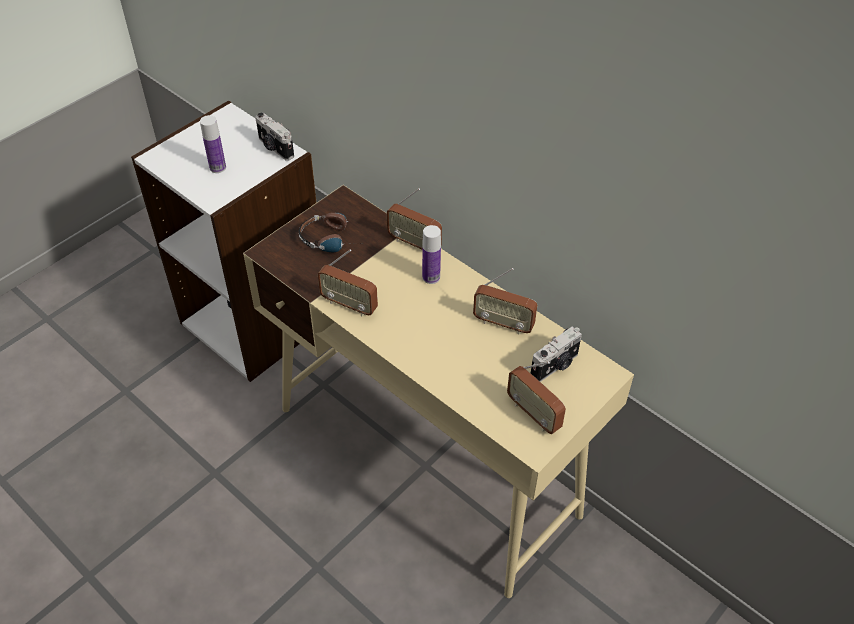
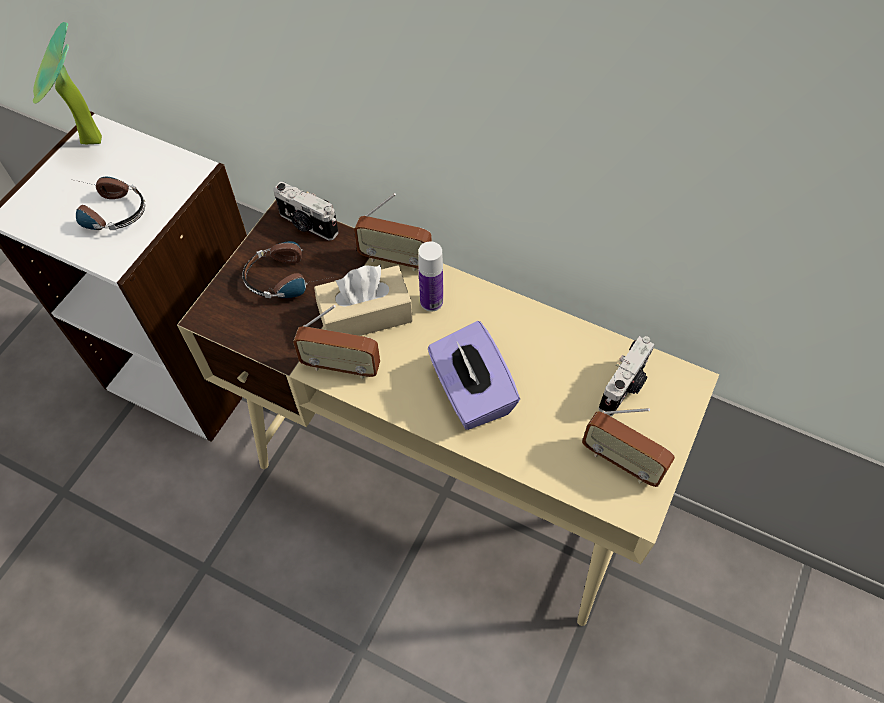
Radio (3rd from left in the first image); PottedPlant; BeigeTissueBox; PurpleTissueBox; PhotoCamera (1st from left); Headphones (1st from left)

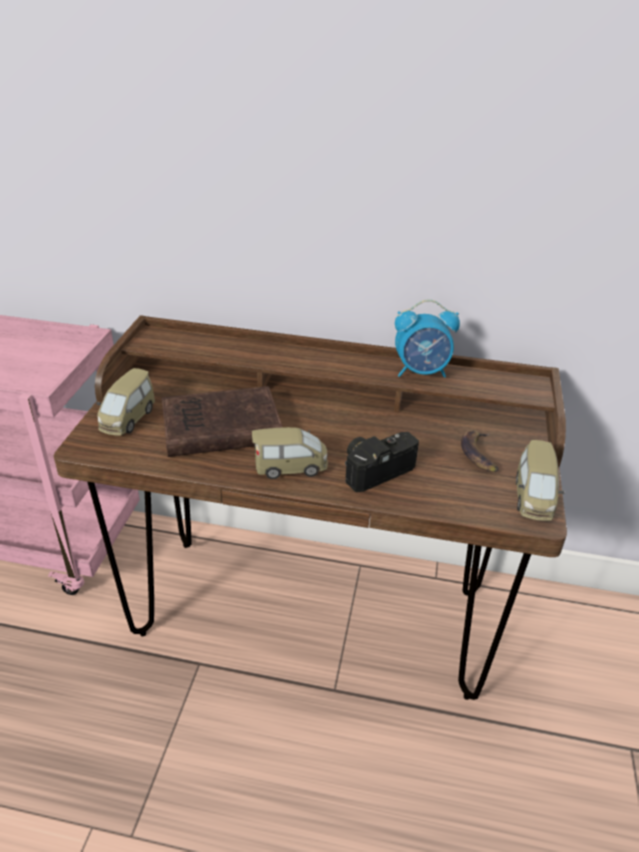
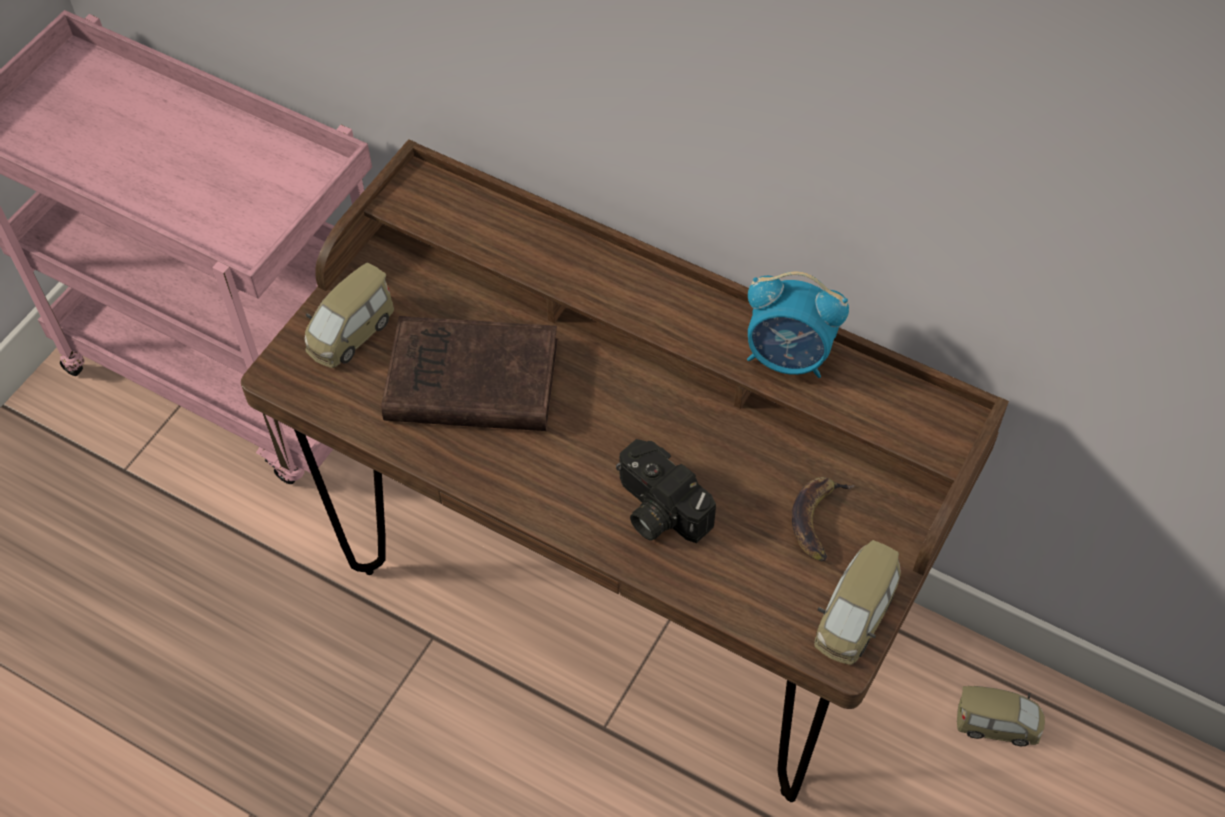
ToyCar (3rd from left); PhotoCamera

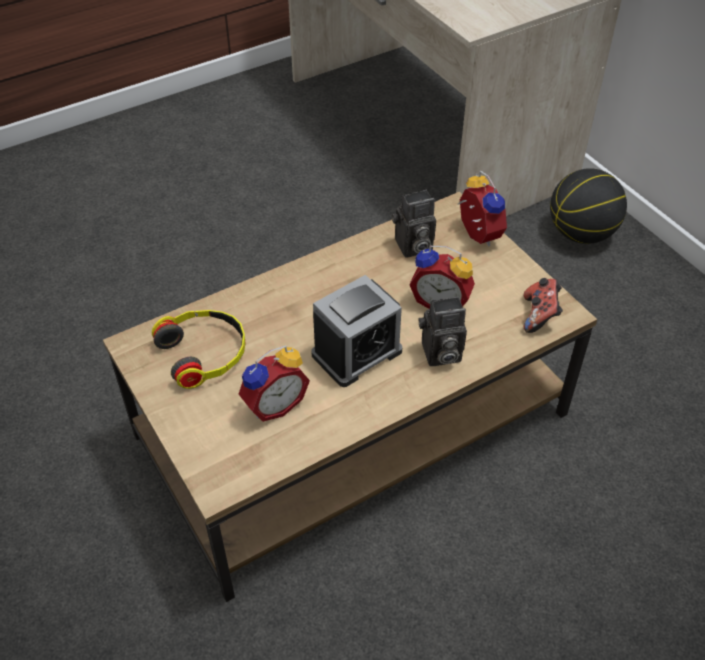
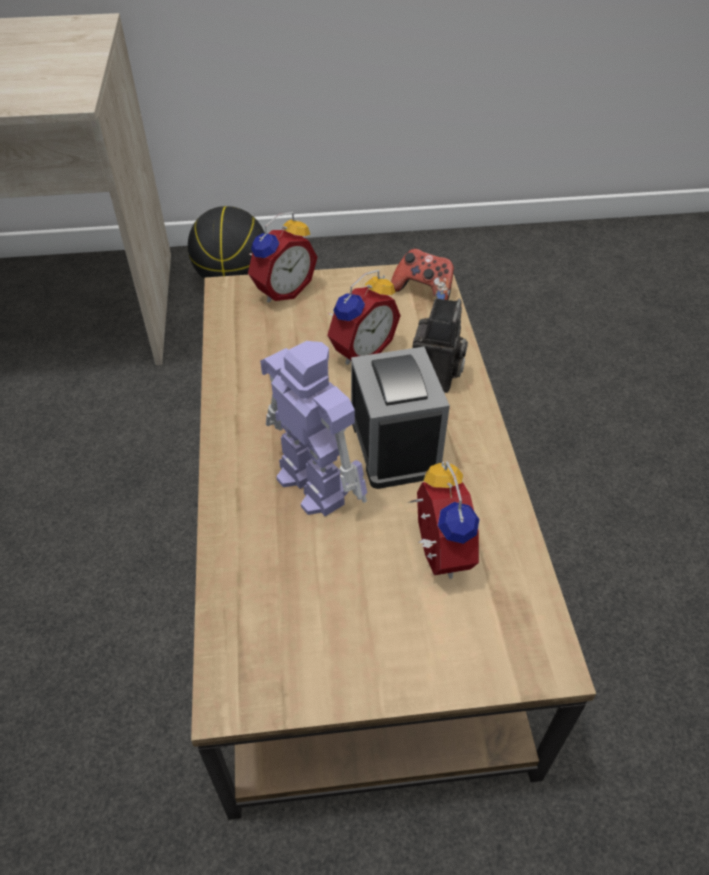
Headphones; PhotoCamera (1st from left in the first image); ToyRobot; AlarmClock (1st from left)

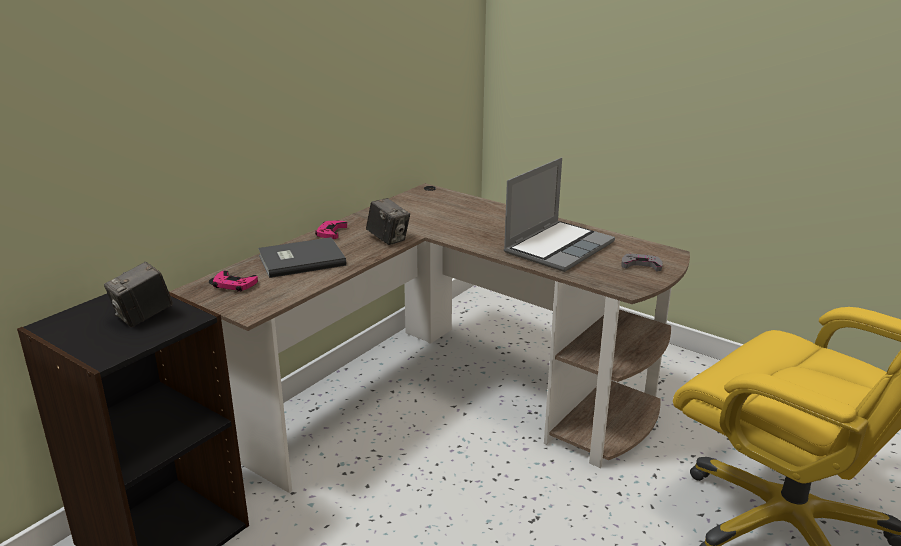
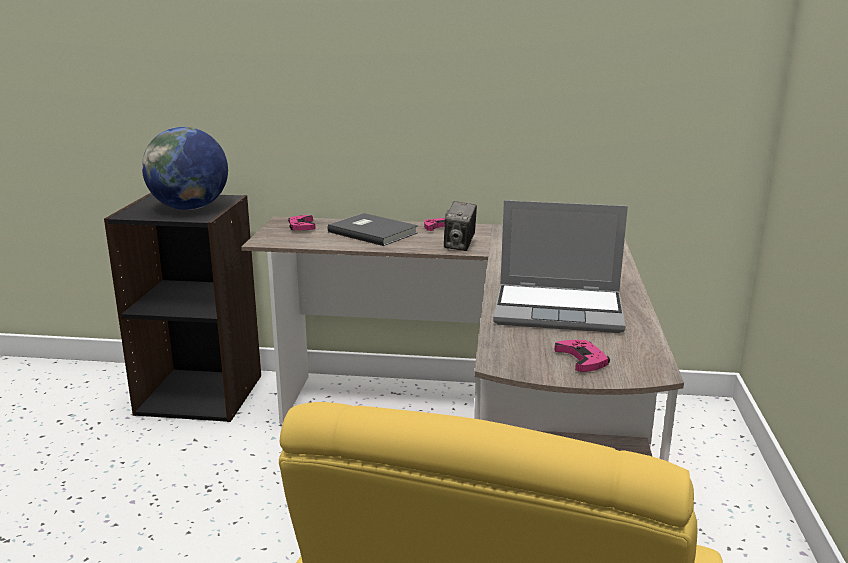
Globe; PinkGameController (3rd from left)

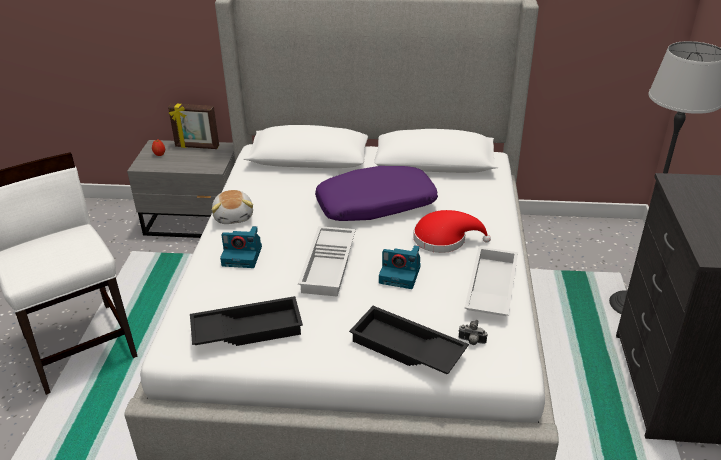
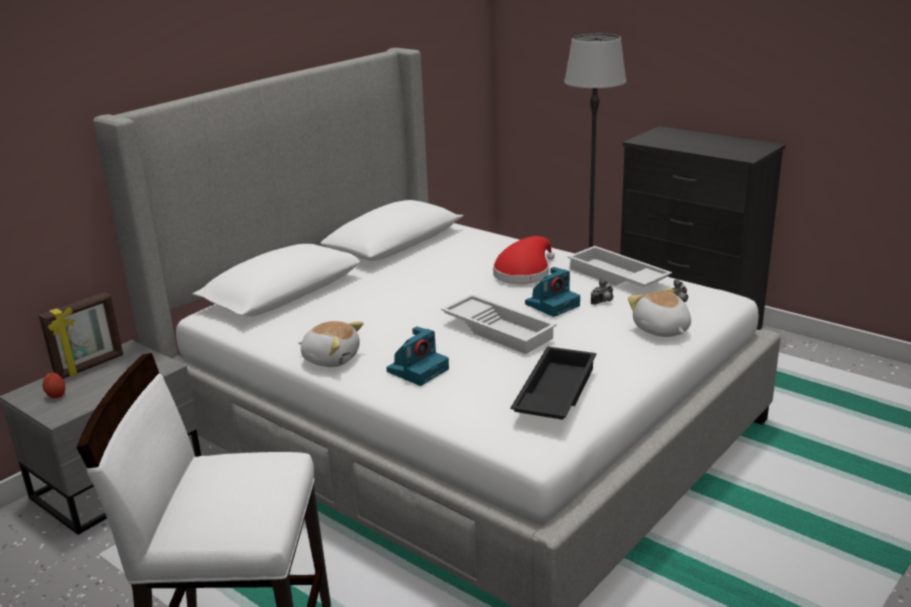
PurplePillow; PhotoCamera (3rd from left); PlushToy (2nd from left)

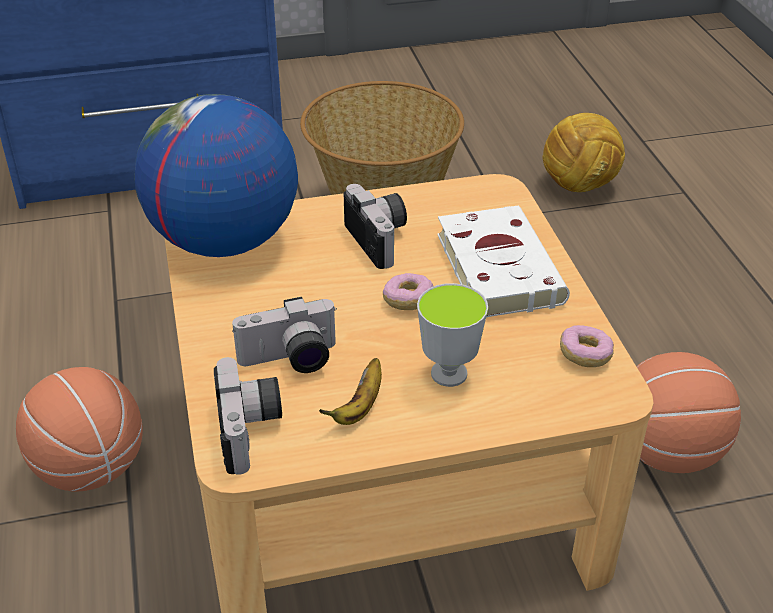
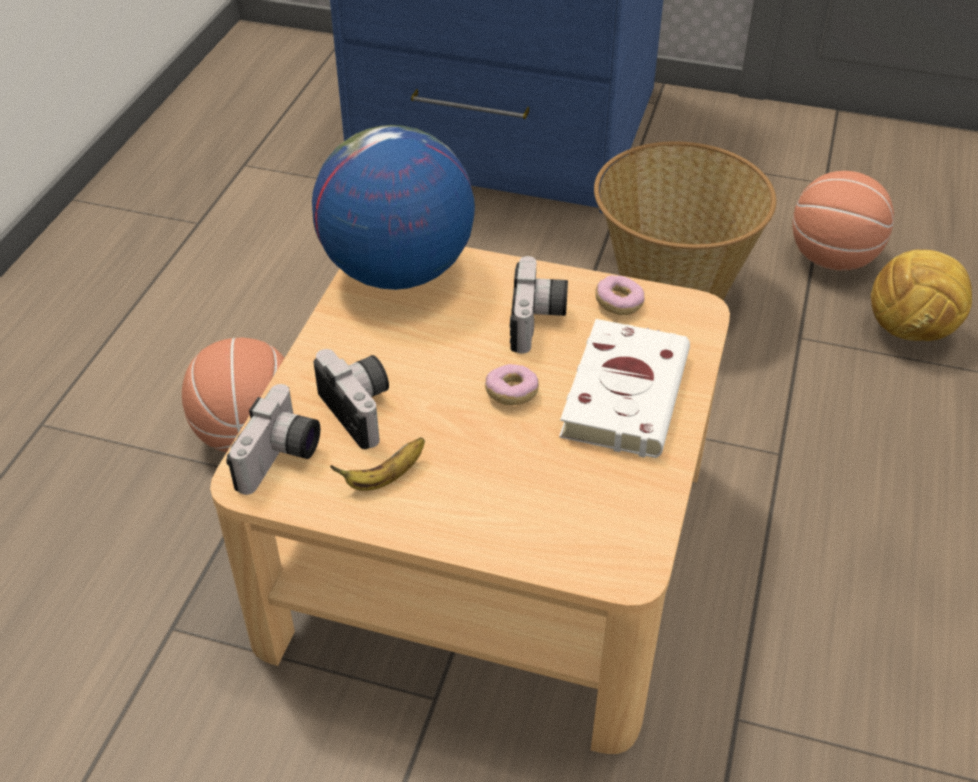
Cup; Donut (2nd from left); Basketball (2nd from left); PhotoCamera (2nd from left)

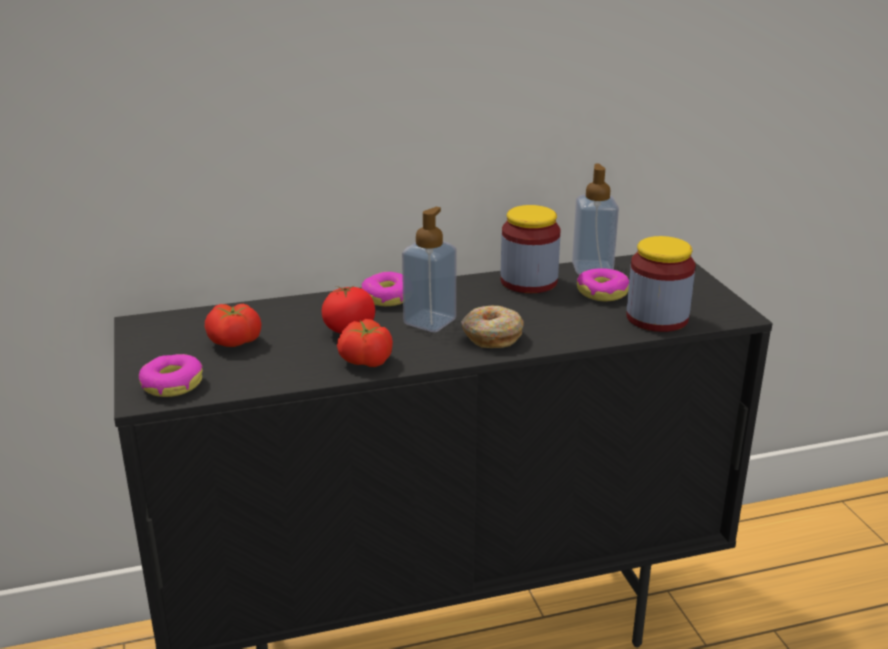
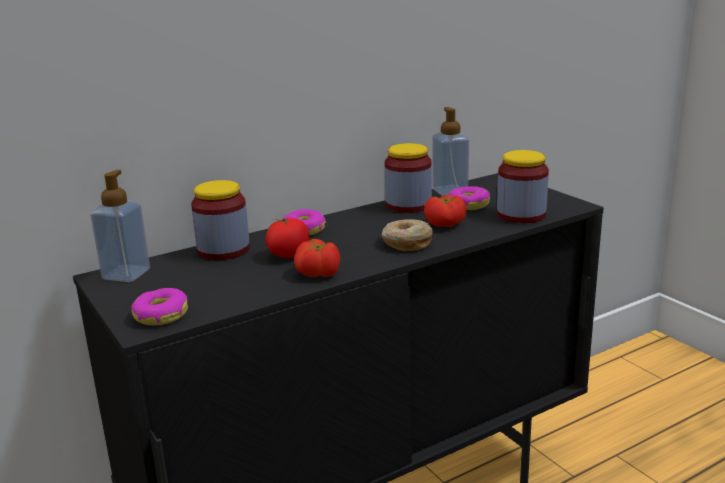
Jar (1st from left); Tomato (3rd from left); SoapDispenser (1st from left)

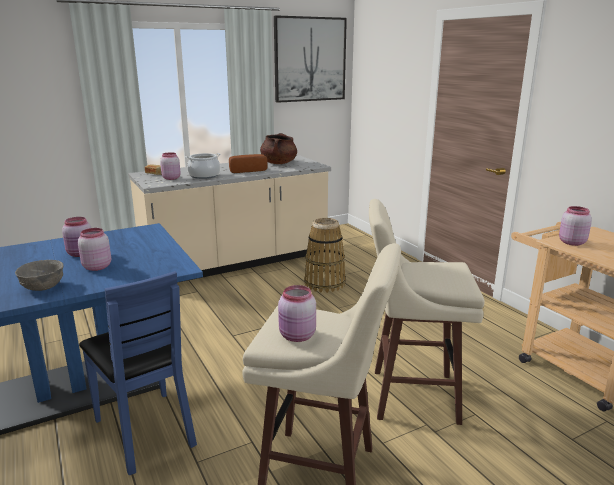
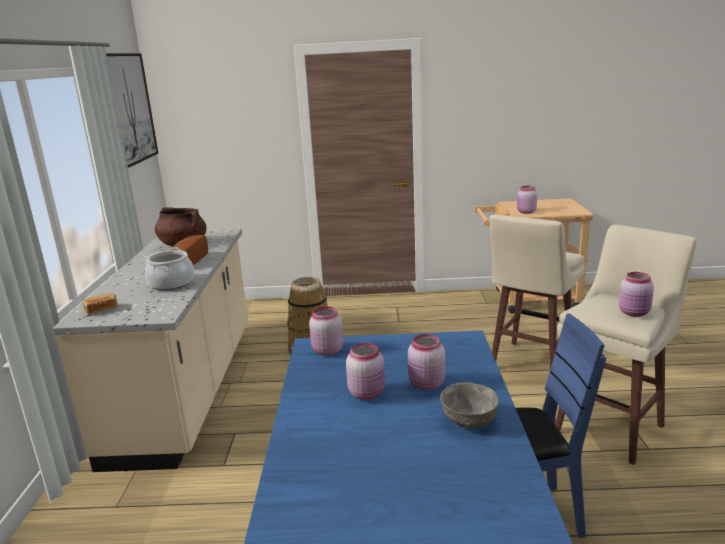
PinkJar (1st from left)

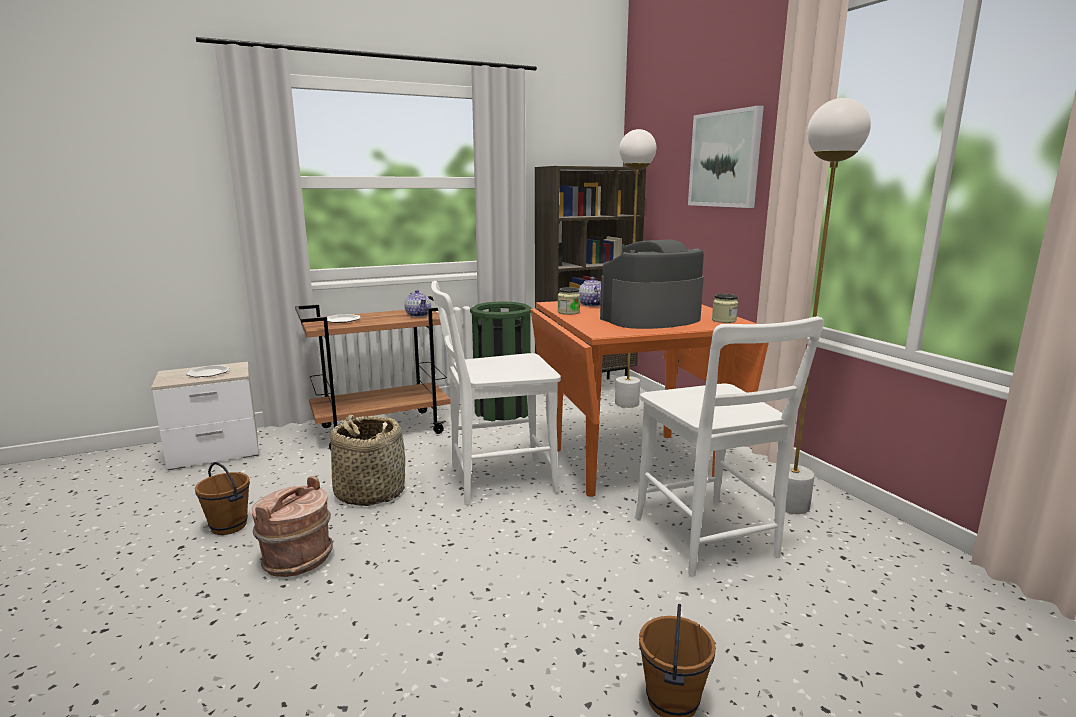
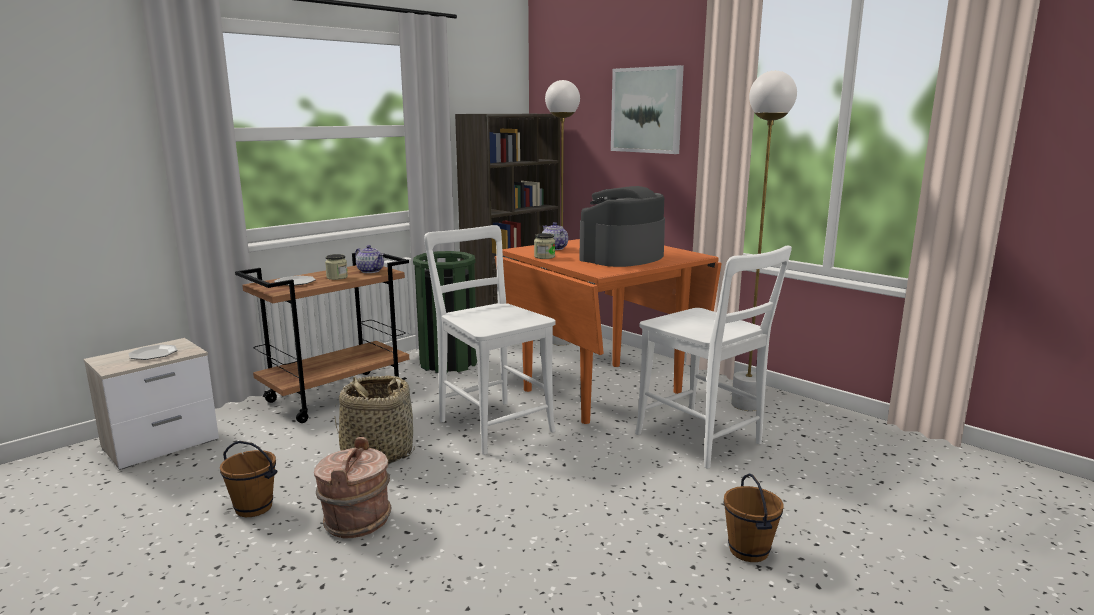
Jar (1st from left); WhiteChair (1st from left)

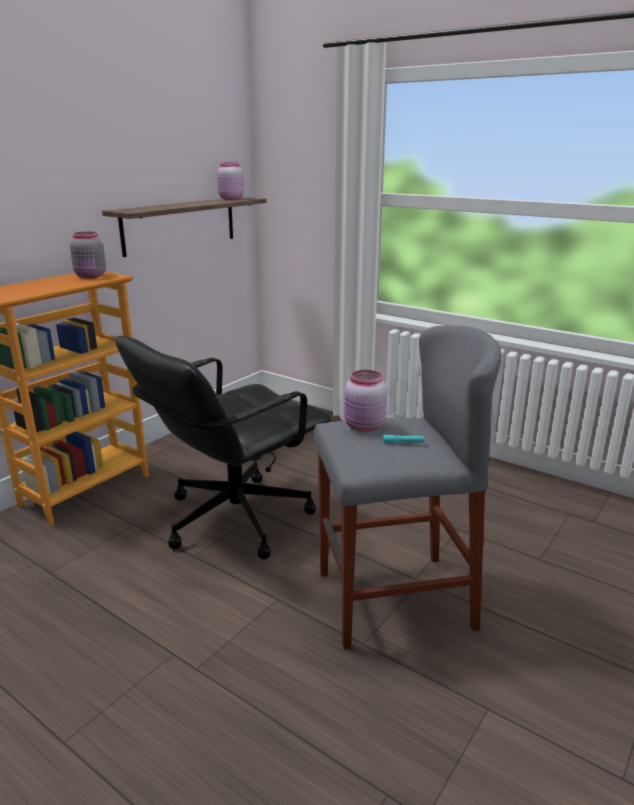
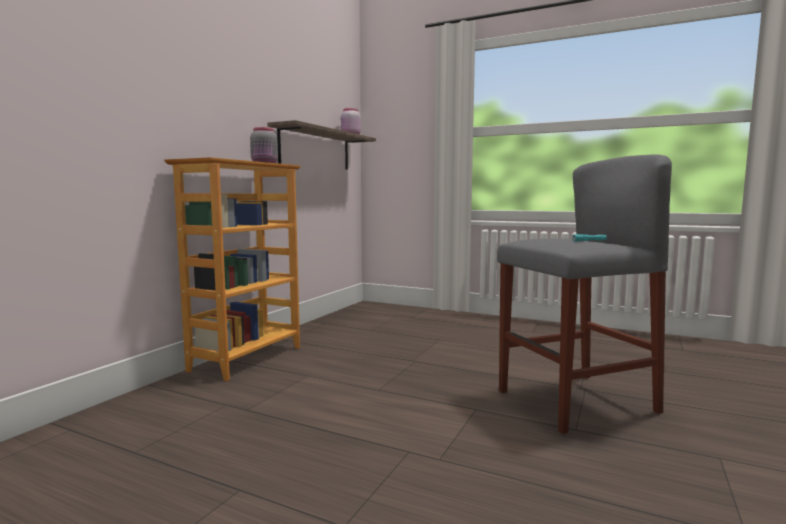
BlackOfficeChair; PinkJar (2nd from left in the first image)

